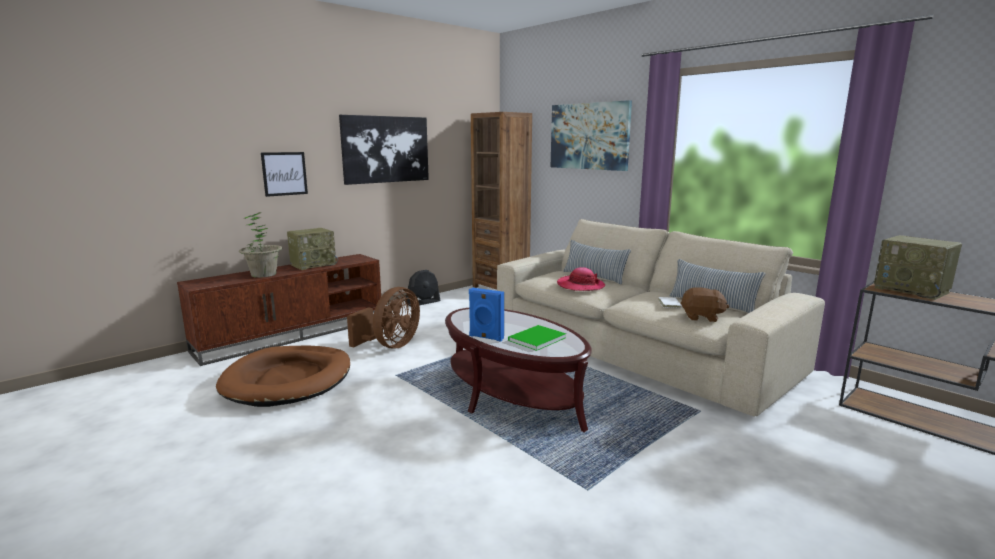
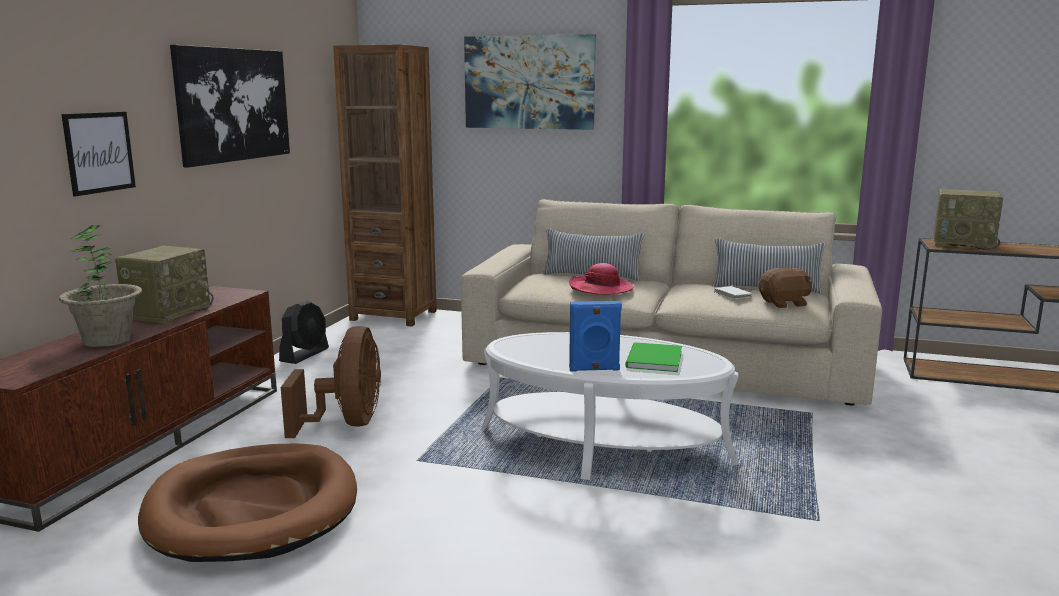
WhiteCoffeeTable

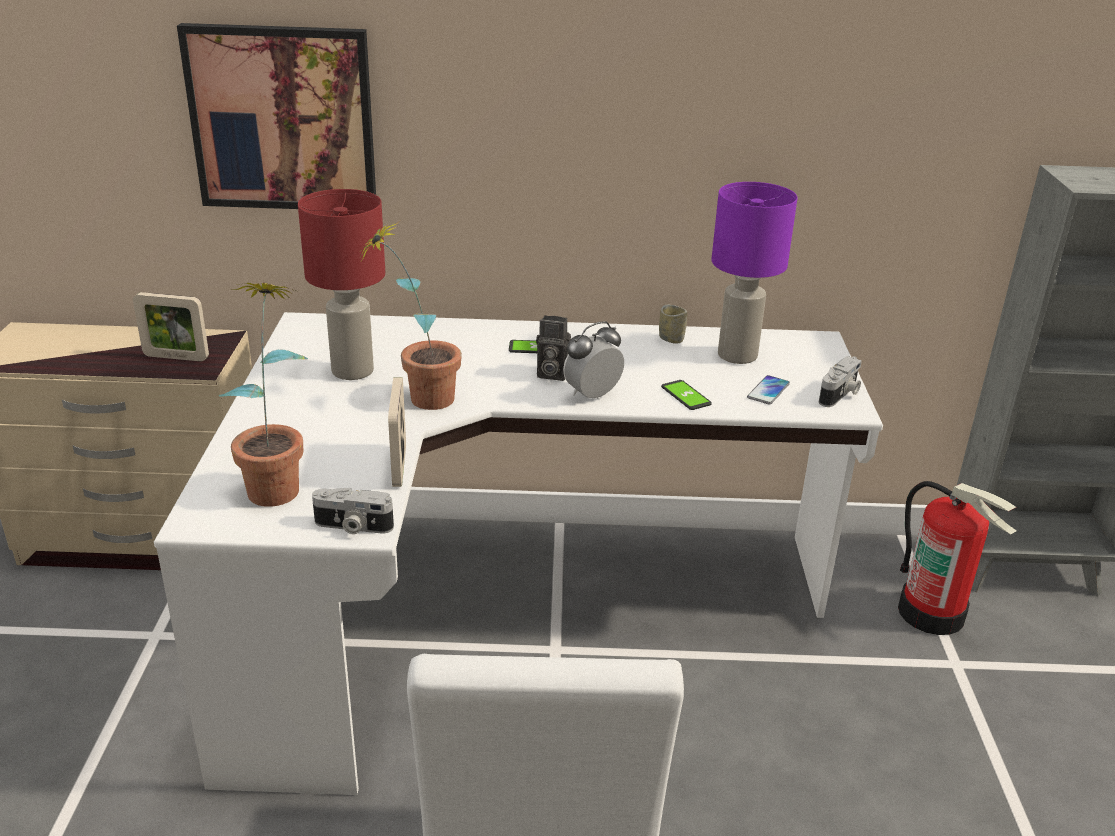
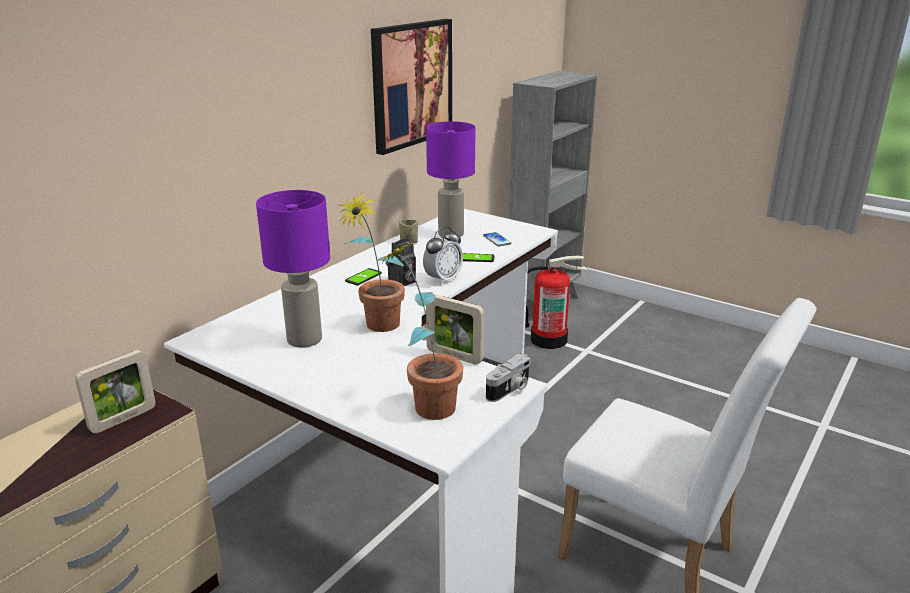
PhotoCamera (3rd from left in the first image); Picture; PurpleTableLamp (1st from left); AlarmClock

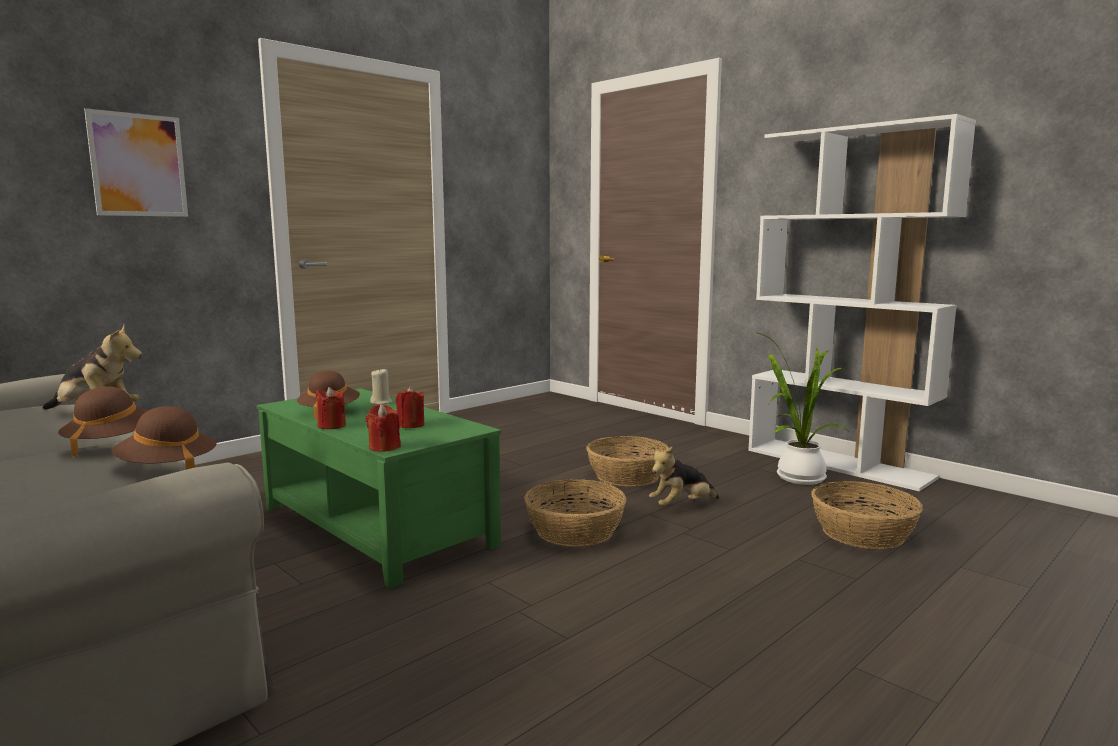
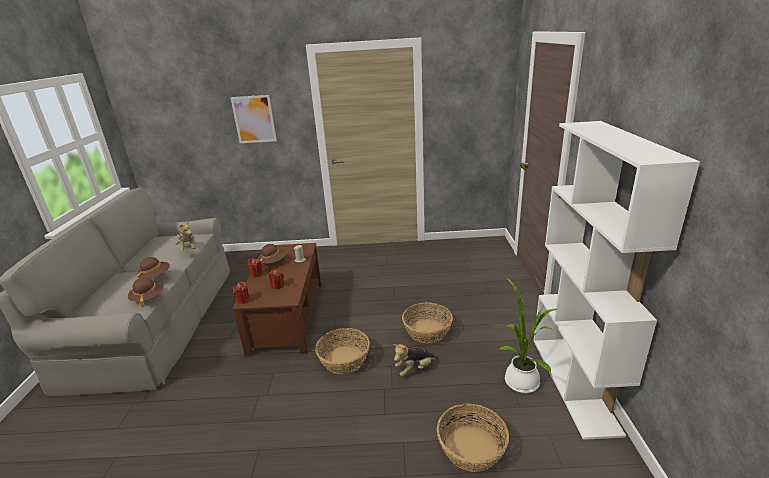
BrownCoffeeTable; PlushToy (2nd from left)

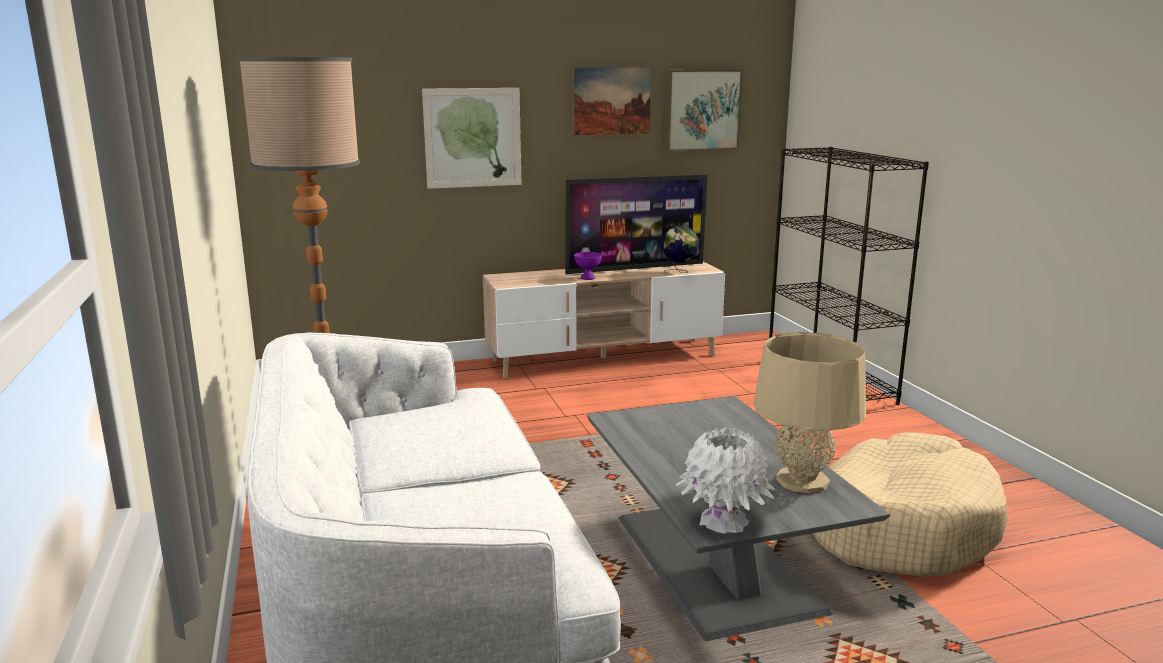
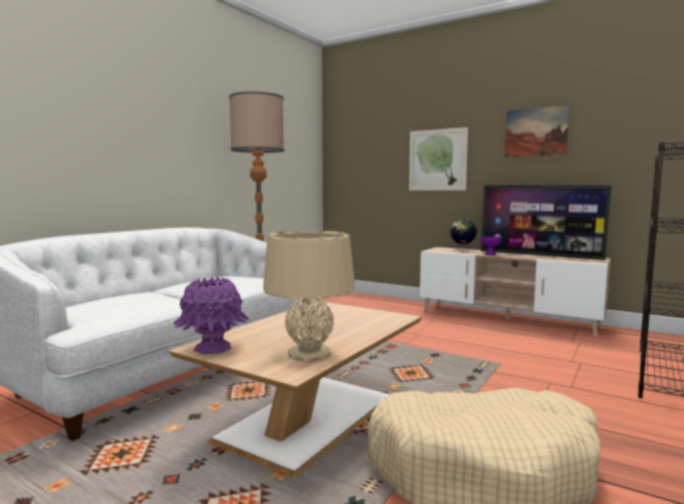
Picture (3rd from left in the first image); Globe; BrownCoffeeTable; PurpleVase

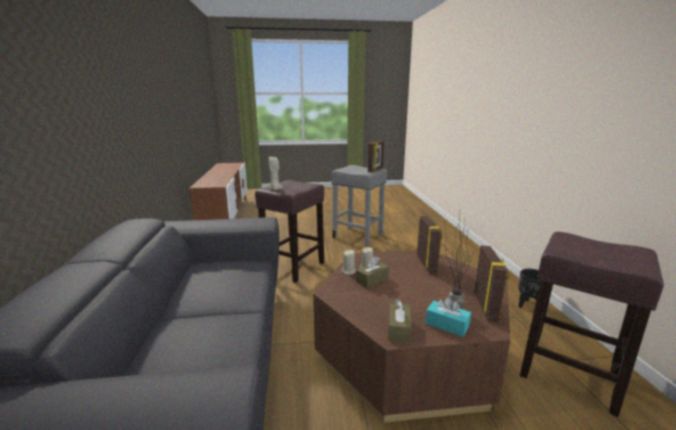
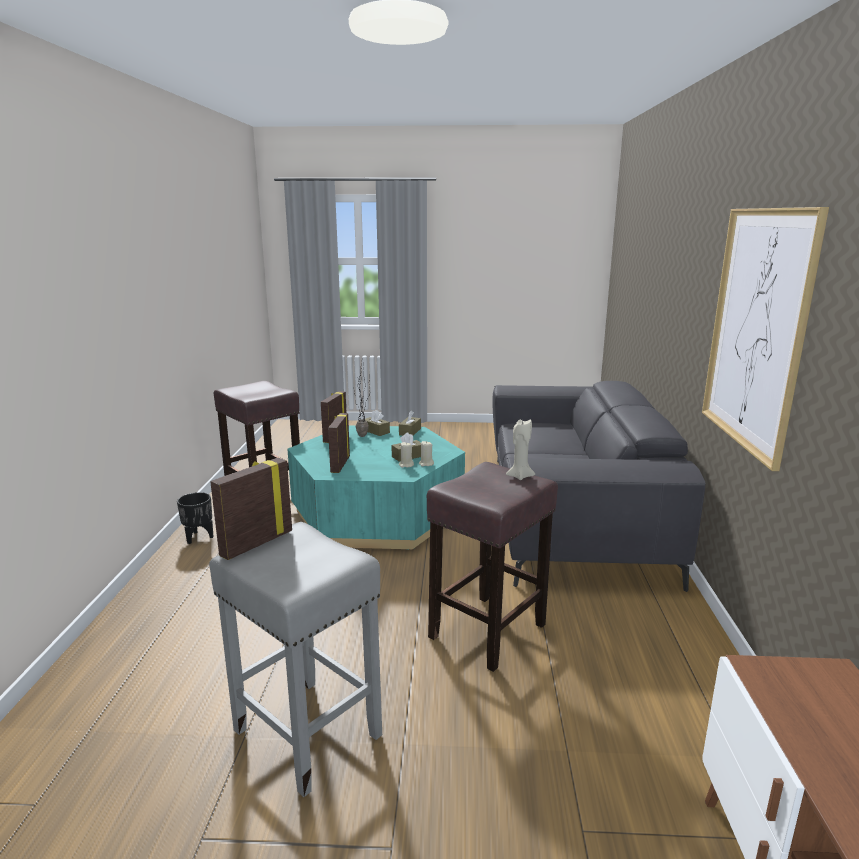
Picture; TurquoiseCoffeeTable; BrownTissueBox (1st from left)

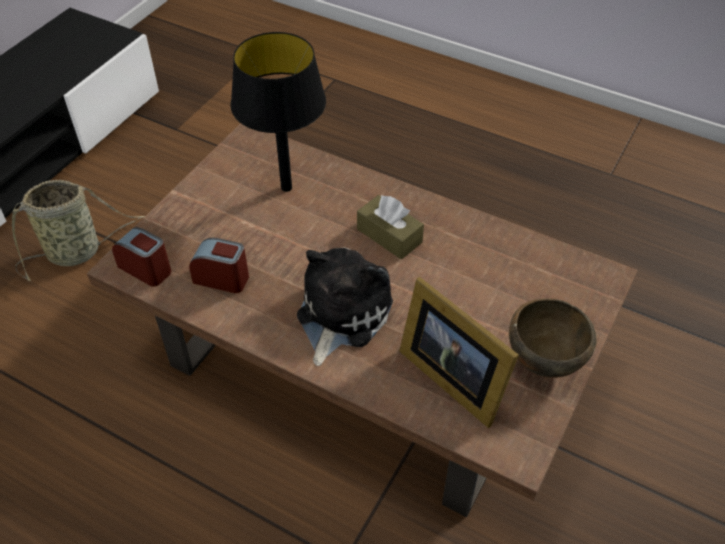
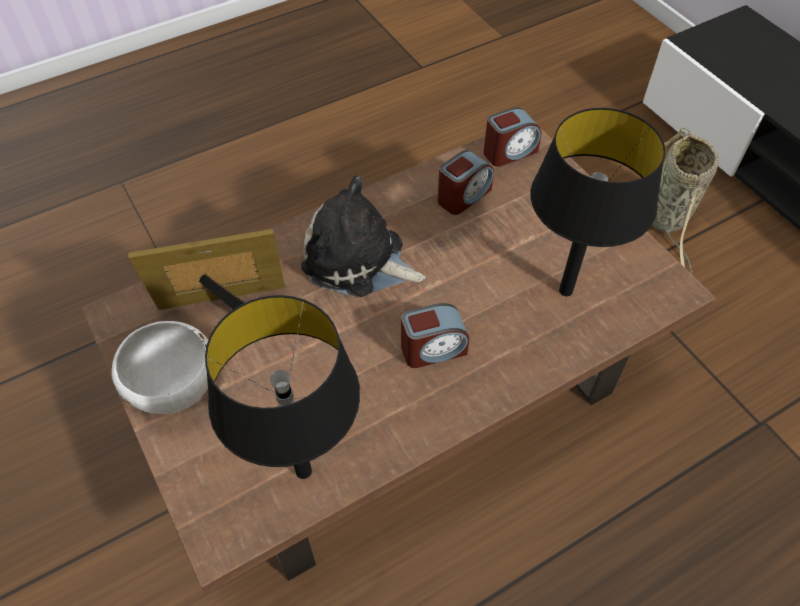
BlackTableLamp (1st from left); AlarmClock (1st from left); WhiteBowl; PlushToy

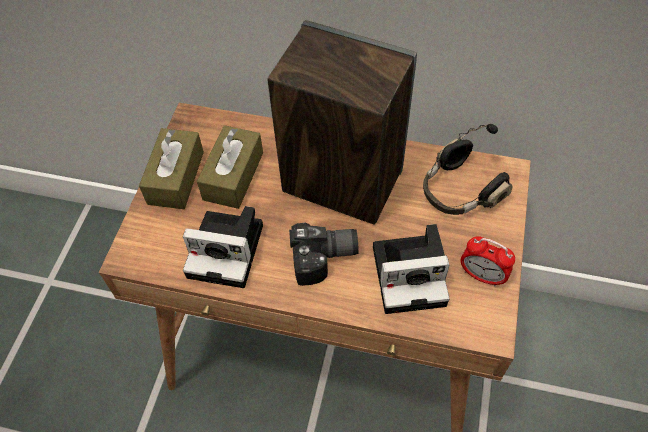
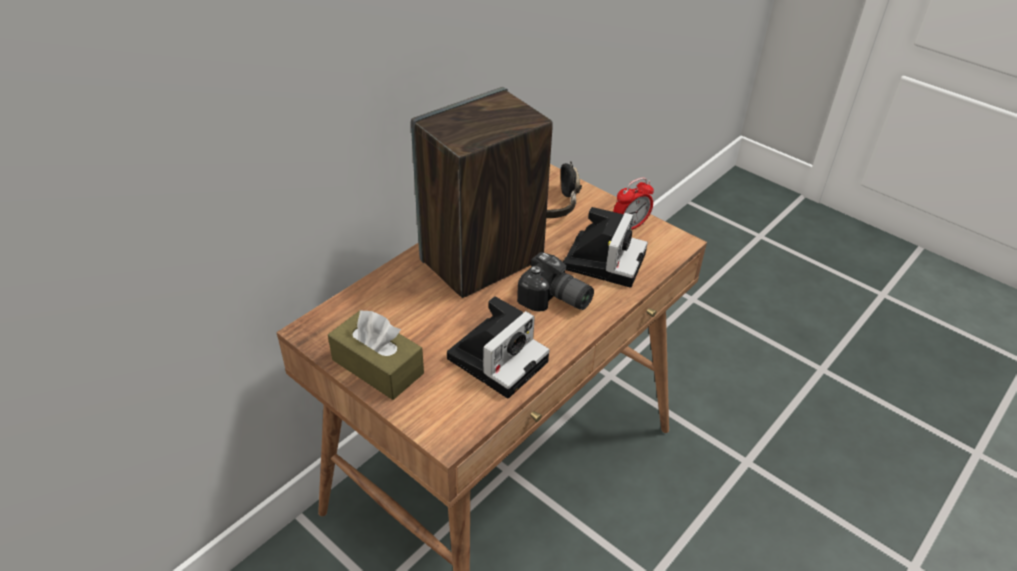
BrownTissueBox (2nd from left in the first image); PhotoCamera (2nd from left)

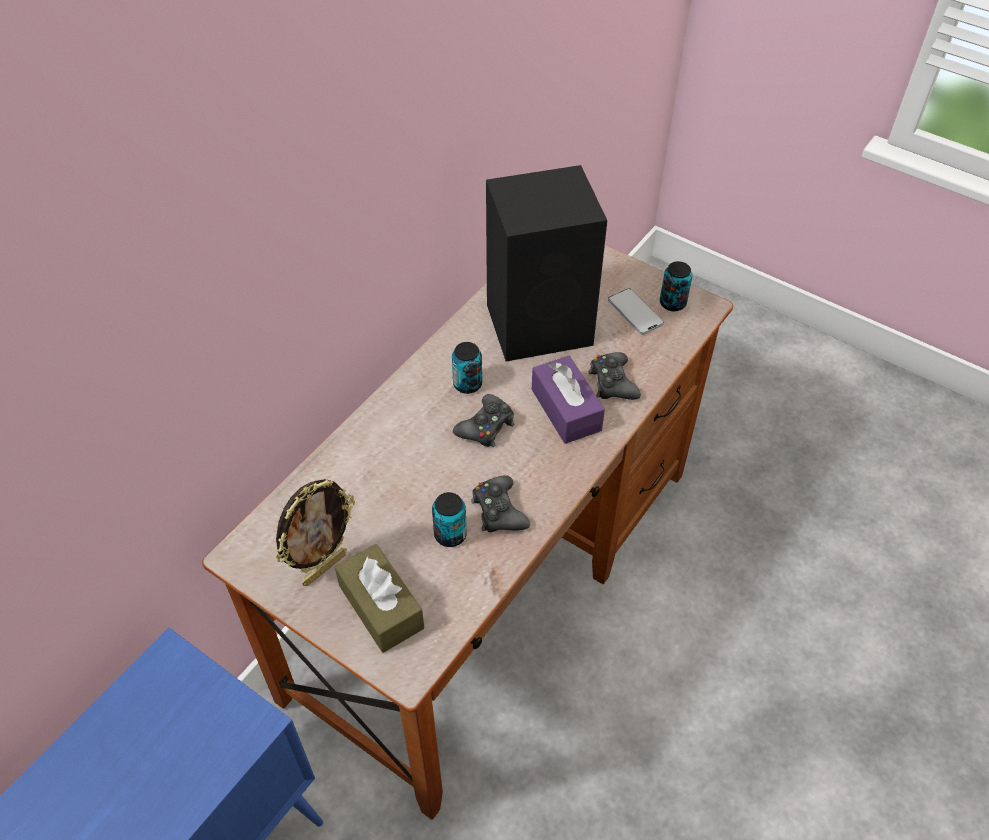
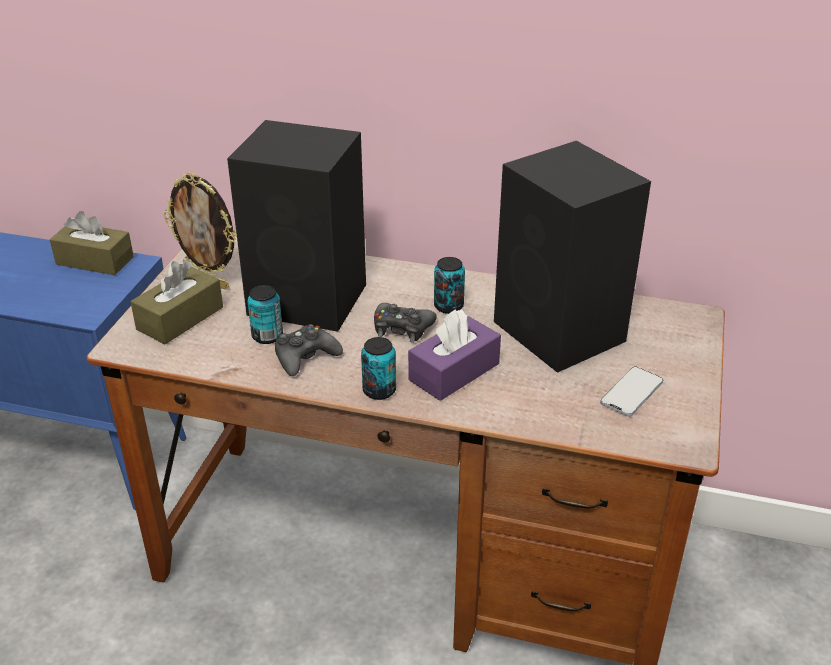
BlackGameController (3rd from left in the first image); BrownTissueBox (1st from left); BlackSpeaker (1st from left); Can (2nd from left)

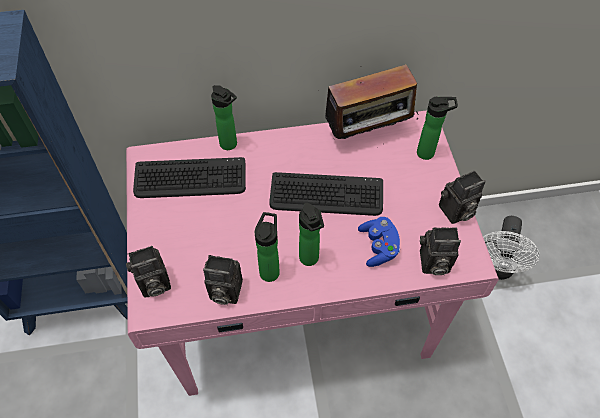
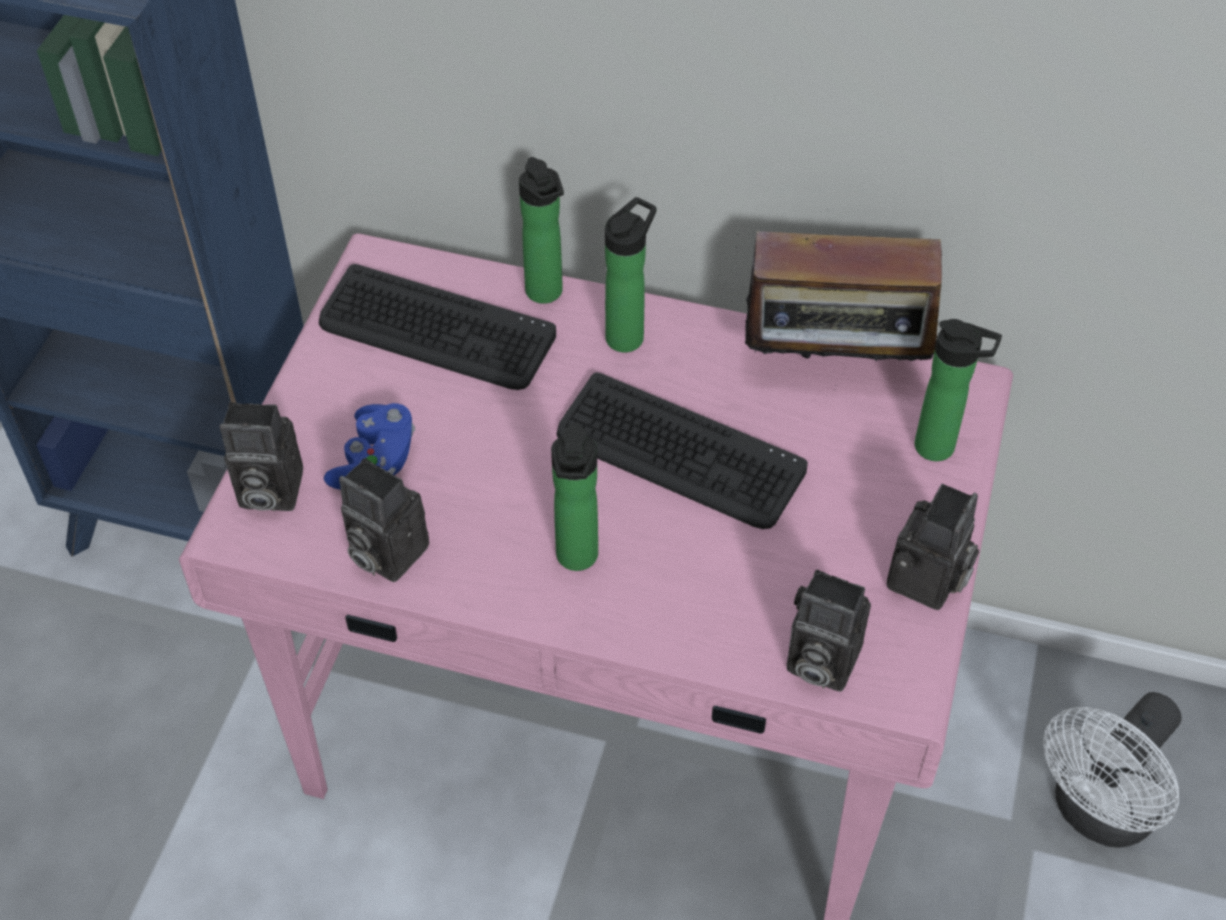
Bottle (3rd from left); BlueGameController; PhotoCamera (4th from left)

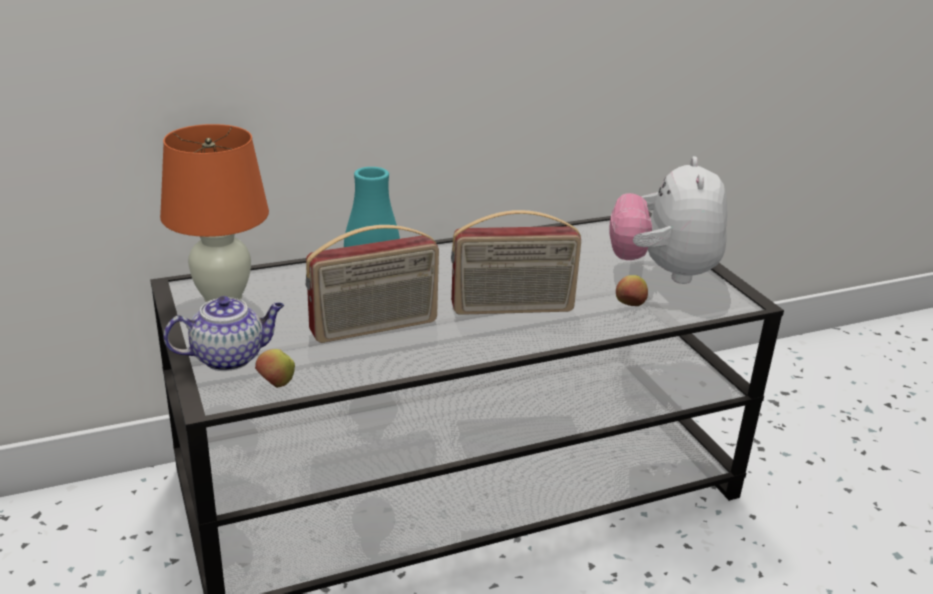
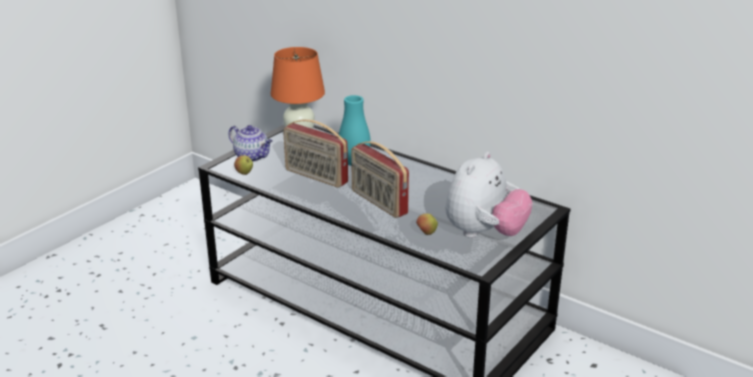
PlushToy

